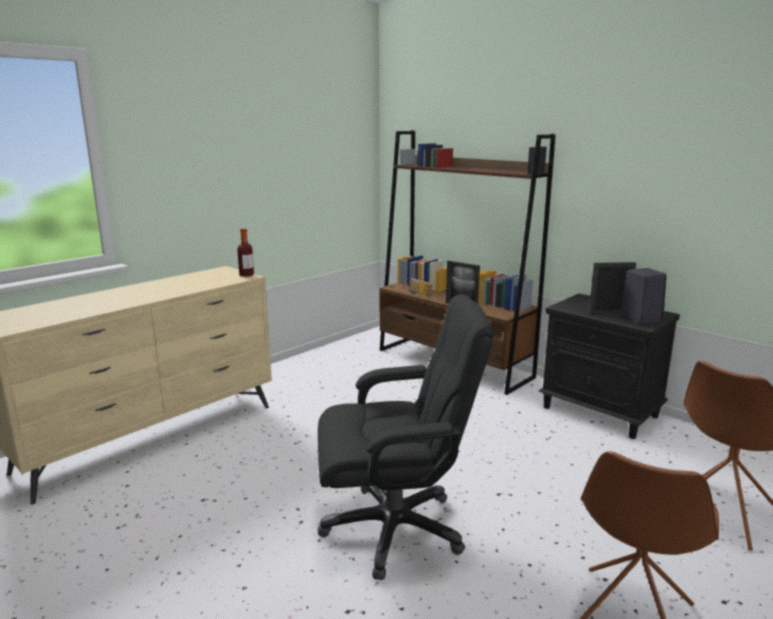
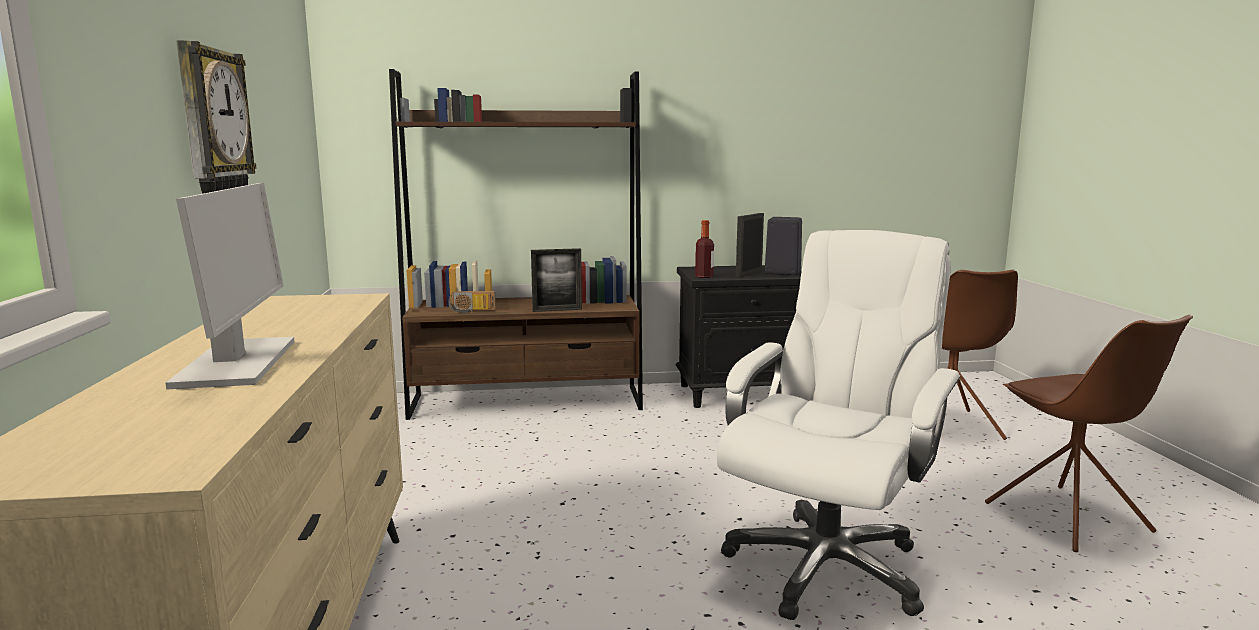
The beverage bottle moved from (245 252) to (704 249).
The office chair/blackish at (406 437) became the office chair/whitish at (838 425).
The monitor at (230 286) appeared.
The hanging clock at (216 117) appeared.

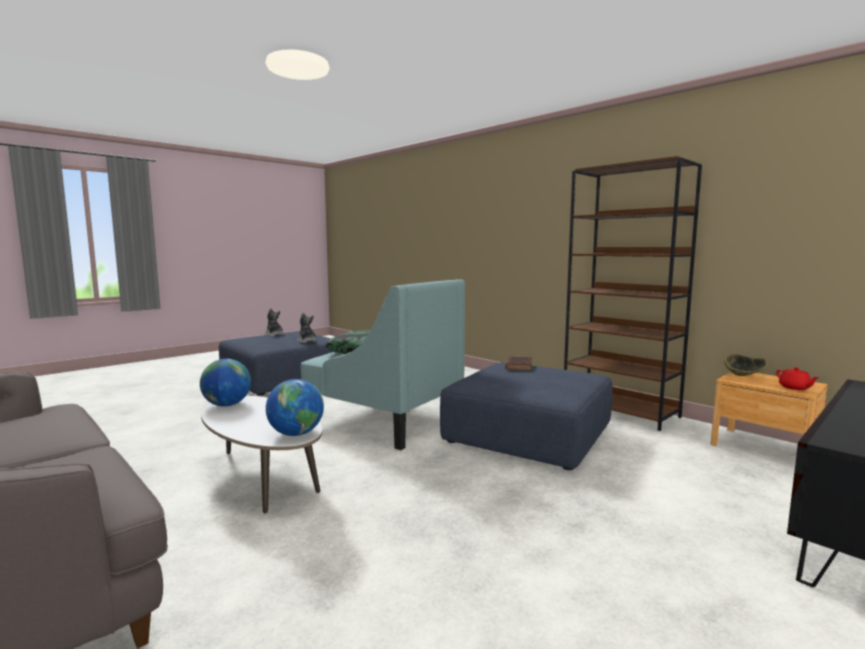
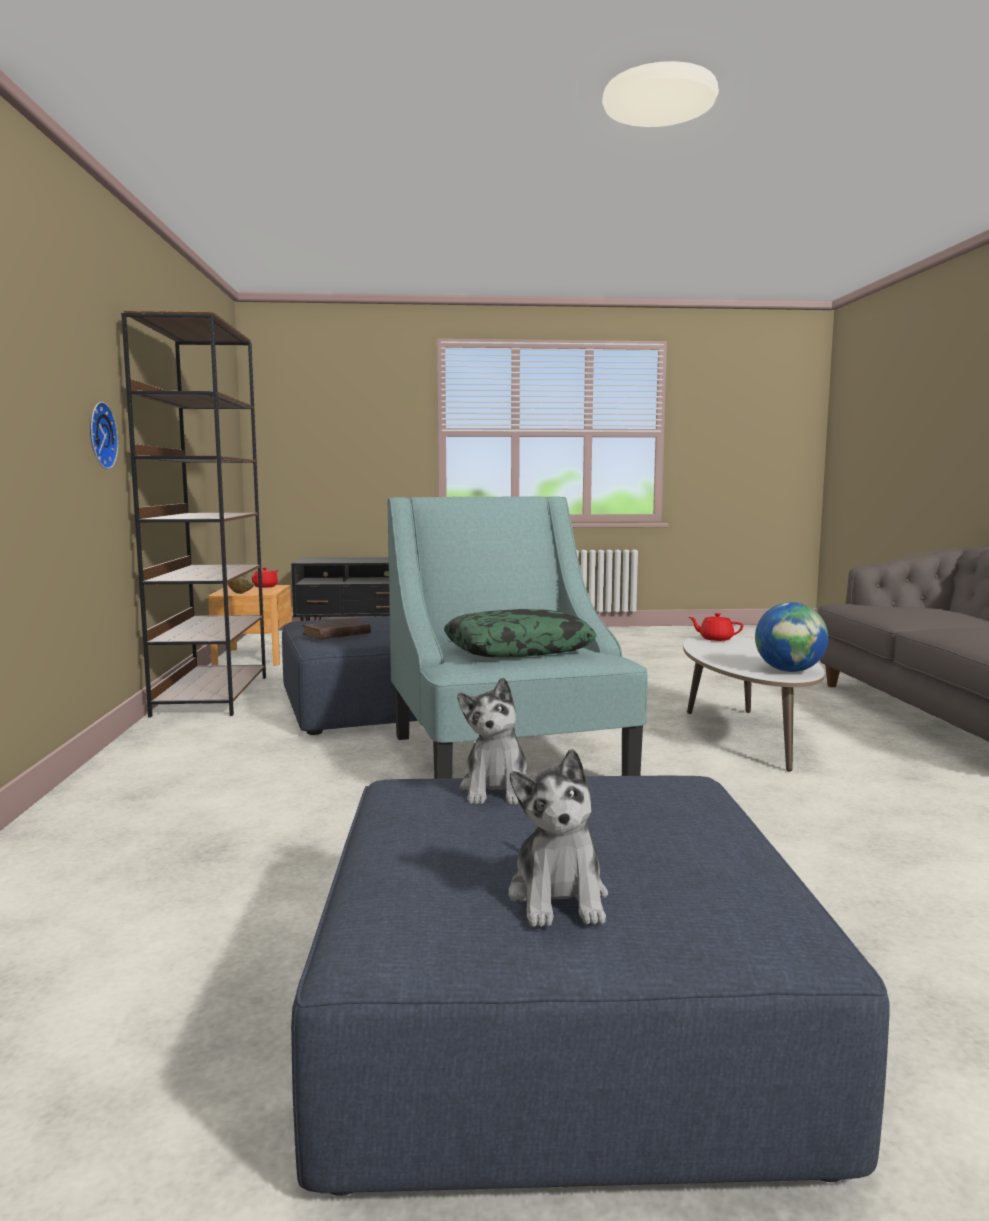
The world globe at (295 407) was replaced by the teapot/reddish at (716 627).
The hanging clock at (104 435) appeared.

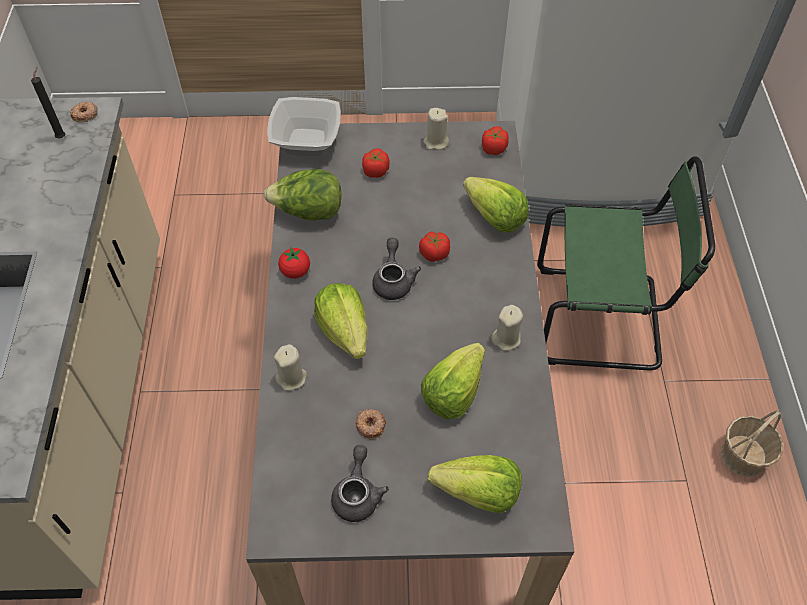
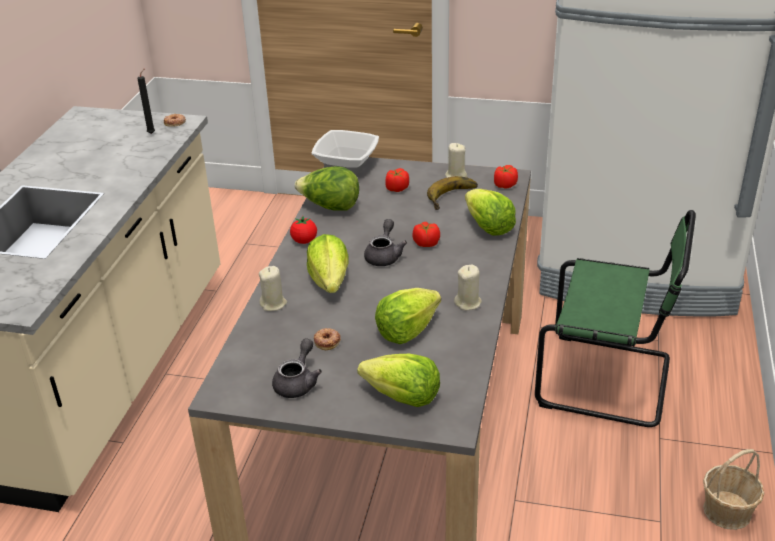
The whole banana at (452 193) appeared.

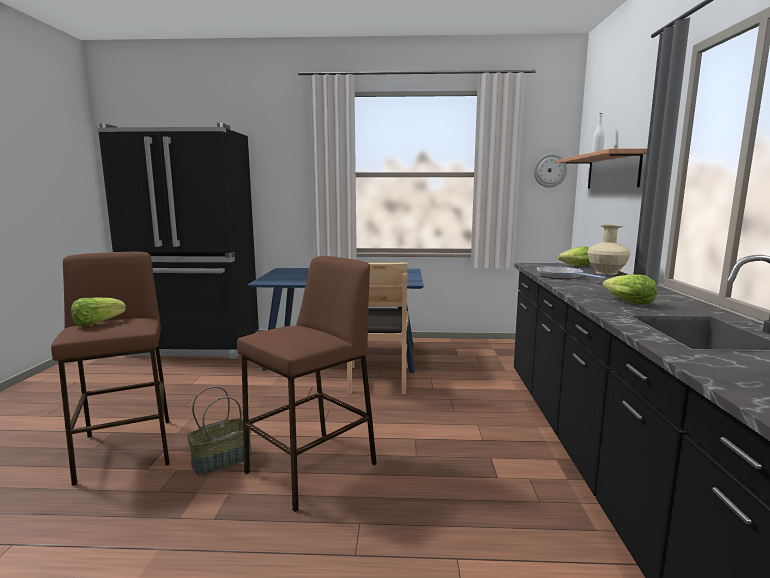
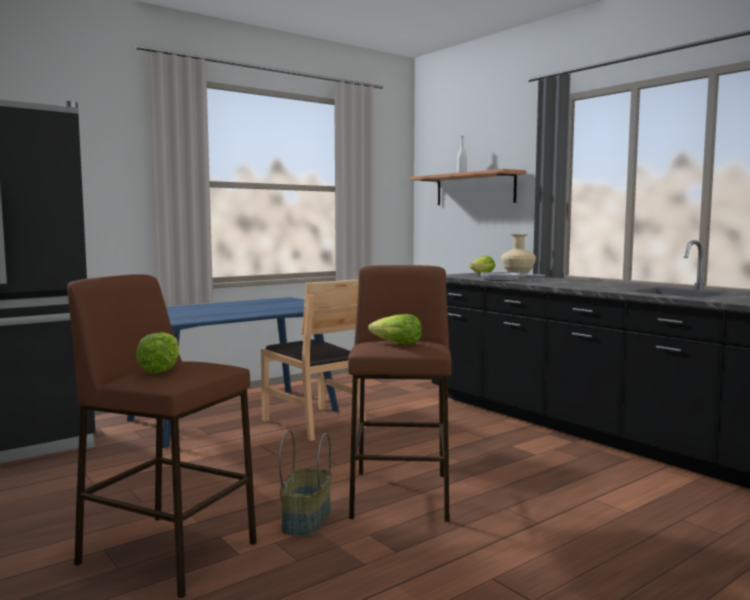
The hanging clock at (550 171) disappeared.
The lettuce moved from (630 289) to (395 329).

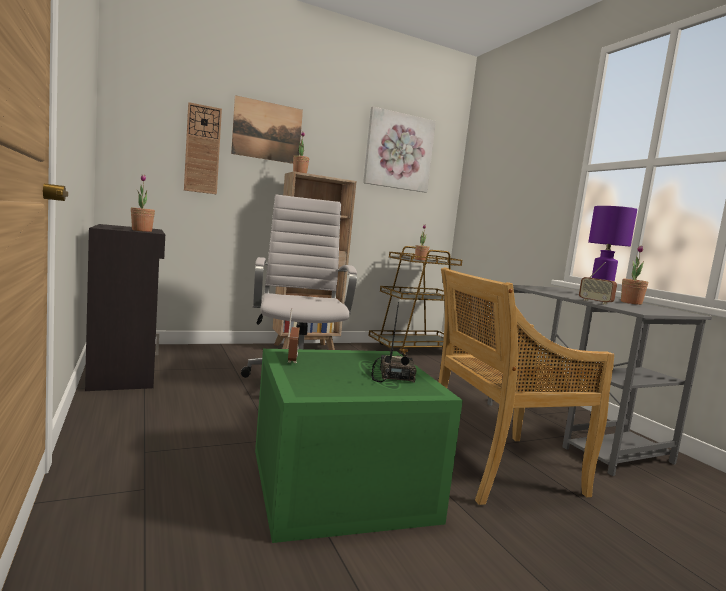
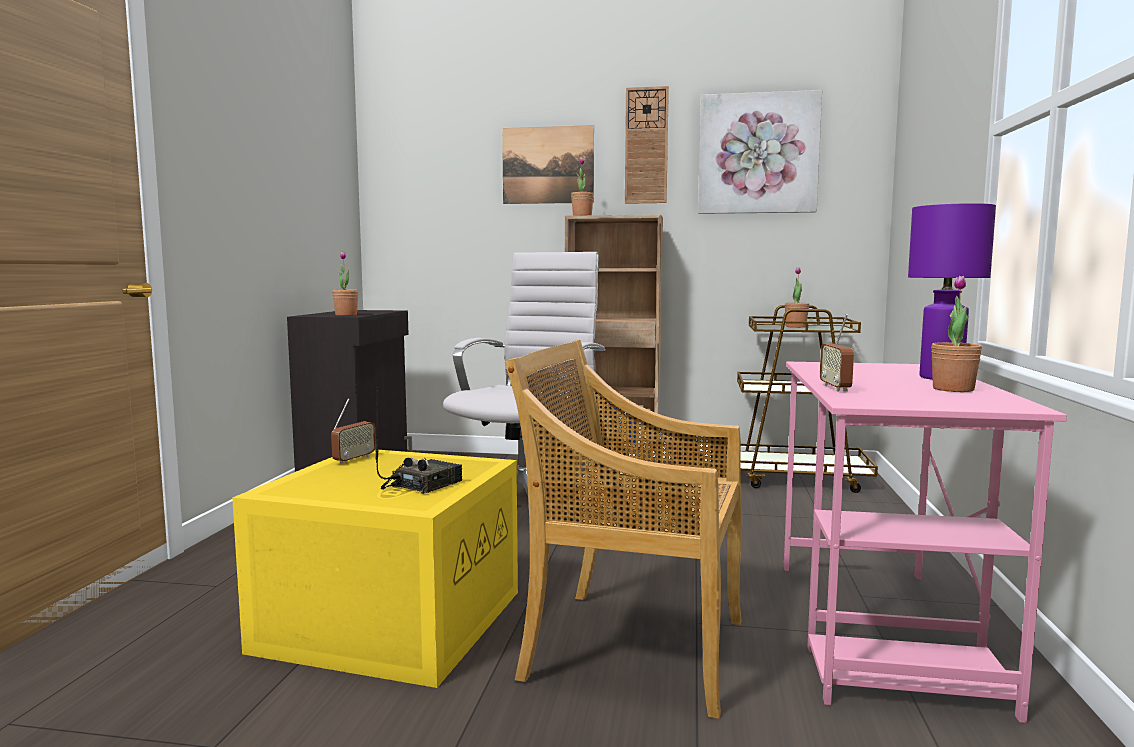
The hanging clock moved from (203 148) to (647 145).
The storage box/green at (359 446) became the storage box/yellowish at (375 568).
The desk table/greyish at (599 380) became the desk table/pinkish at (925 542).

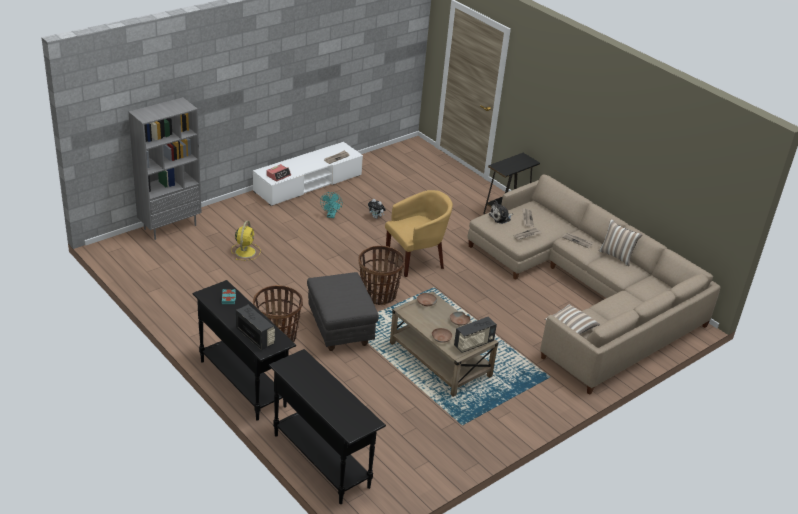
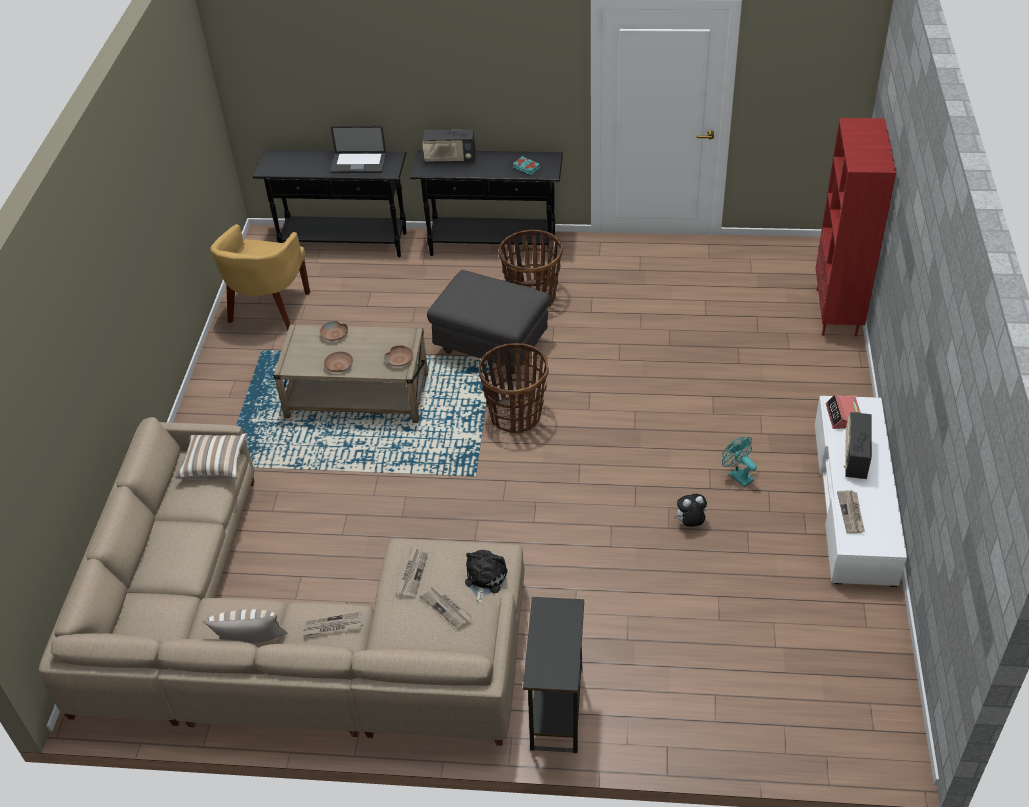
The bookcase/greyish at (165 168) became the bookcase/reddish at (855 227).
The cooling fan/yellowish at (246 240) disappeared.
The easy chair/yellowish moved from (419 233) to (260 277).
The radio set moved from (475 335) to (858 445).
The laptop at (358 149) appeared.

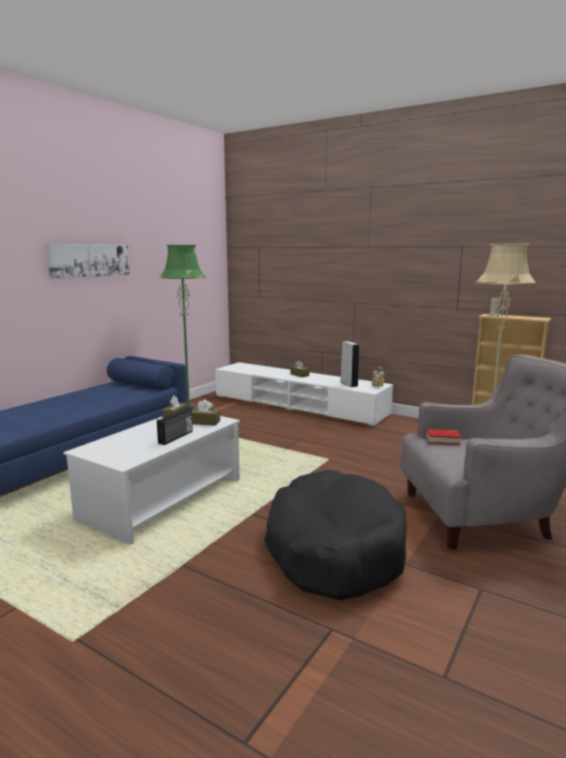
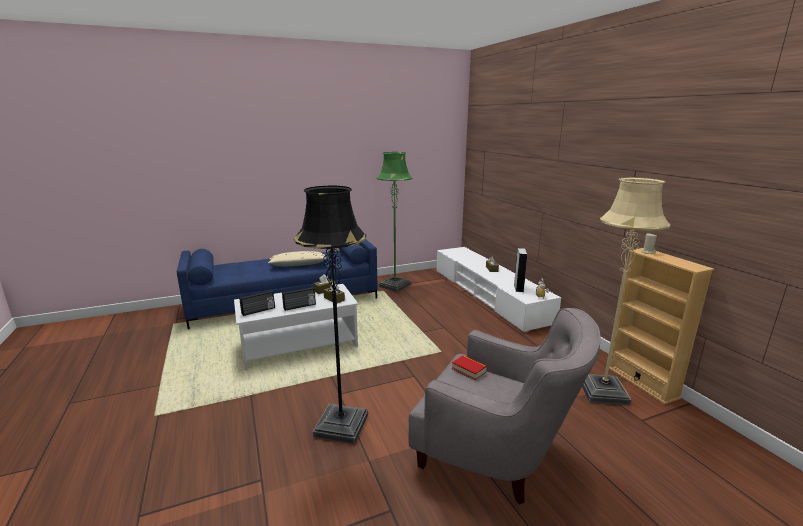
The picture at (88 261) disappeared.
The pet bed/blackish at (335 535) was replaced by the standing lamp/blackish at (331 315).
The radio set at (257 303) appeared.
The cushion/beige at (297 258) appeared.

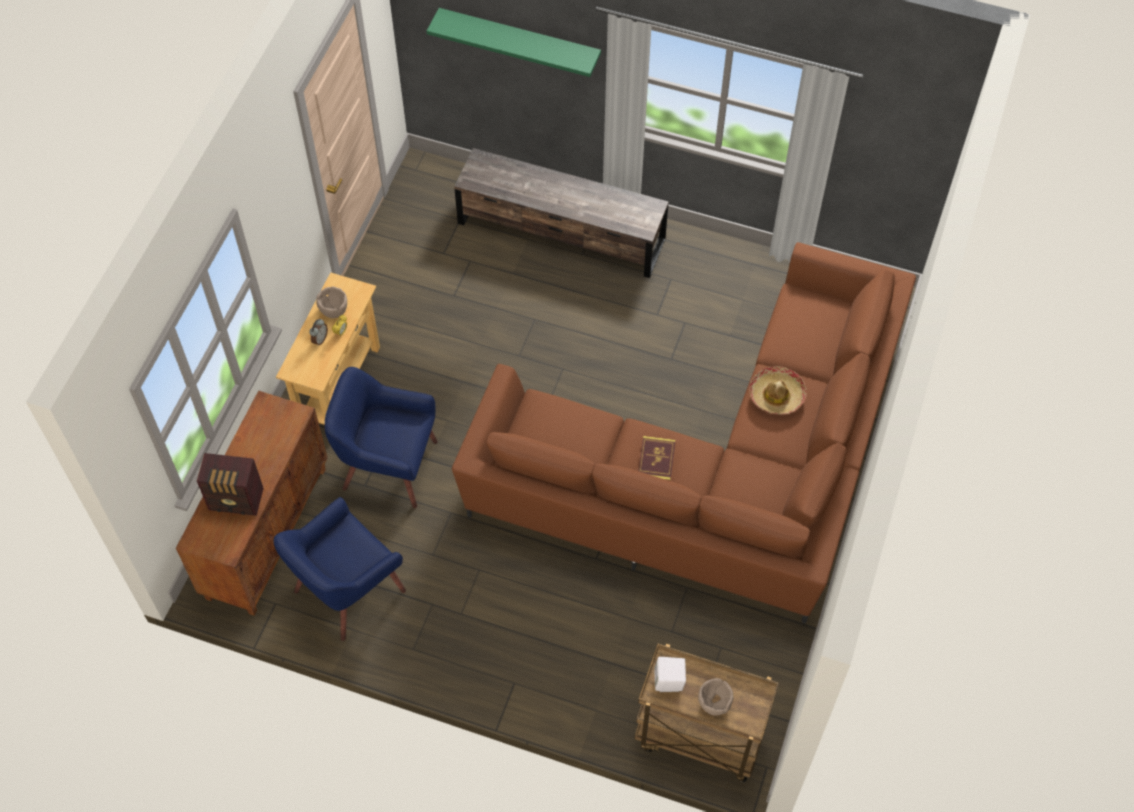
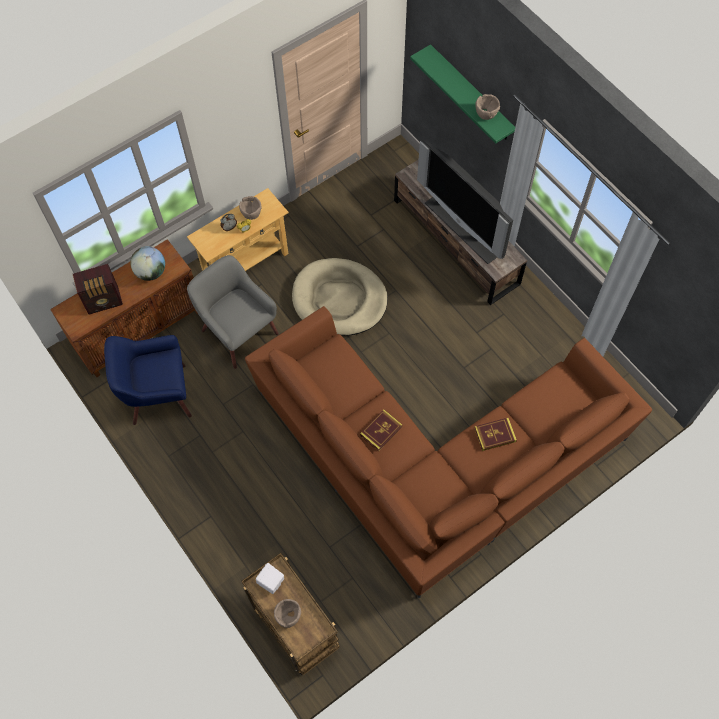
The radio set at (230 484) turned 60 degrees counterclockwise.
The easy chair/blue-coloured at (381 437) became the easy chair/greyish at (233 312).
The hat at (777 390) was replaced by the volume at (495 434).
The world globe at (147 263) appeared.
The pet bed/beige at (340 297) appeared.
The television at (465 200) appeared.
The bowl/brown at (487 107) appeared.

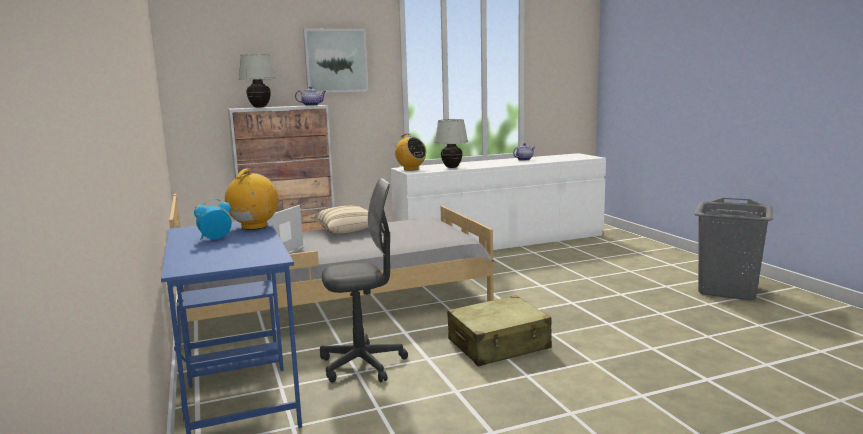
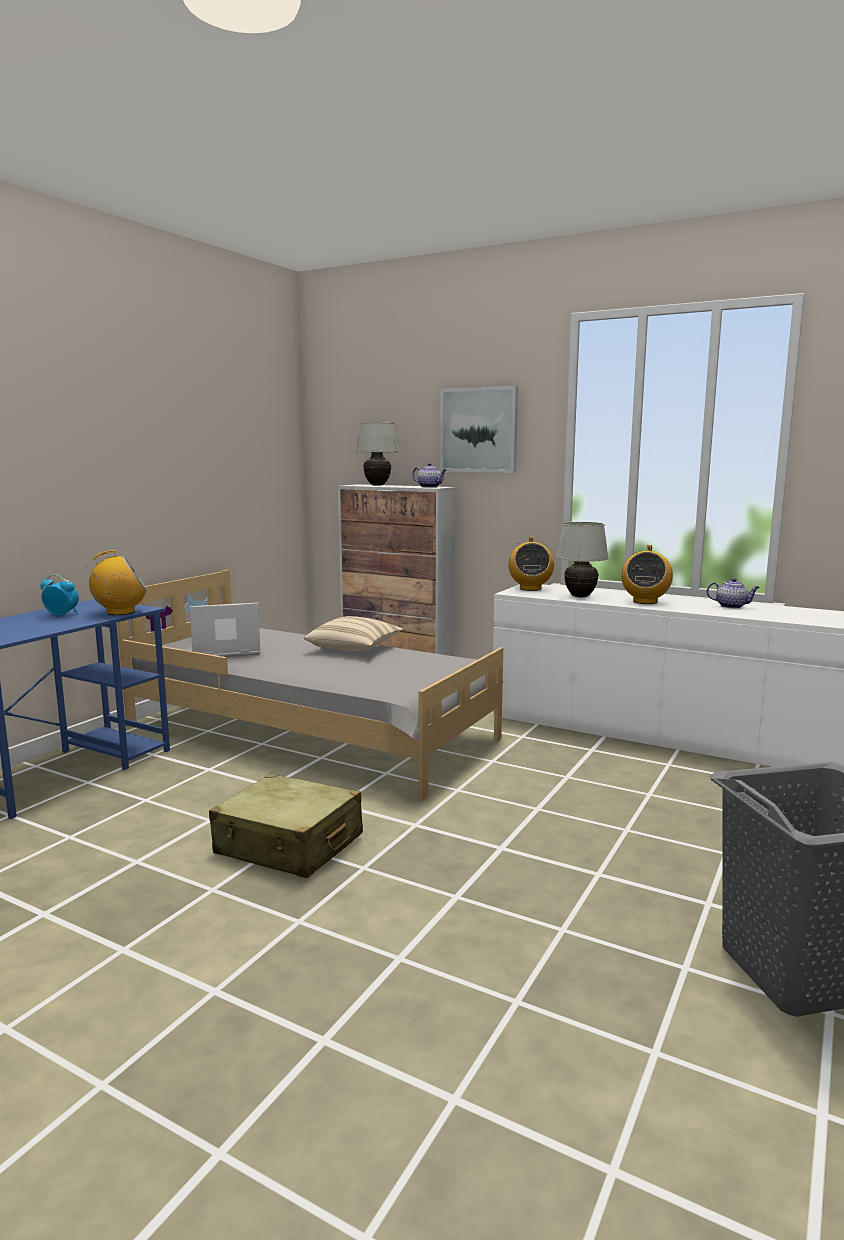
The office chair/greyish at (364 280) disappeared.
The radio set at (647 574) appeared.

